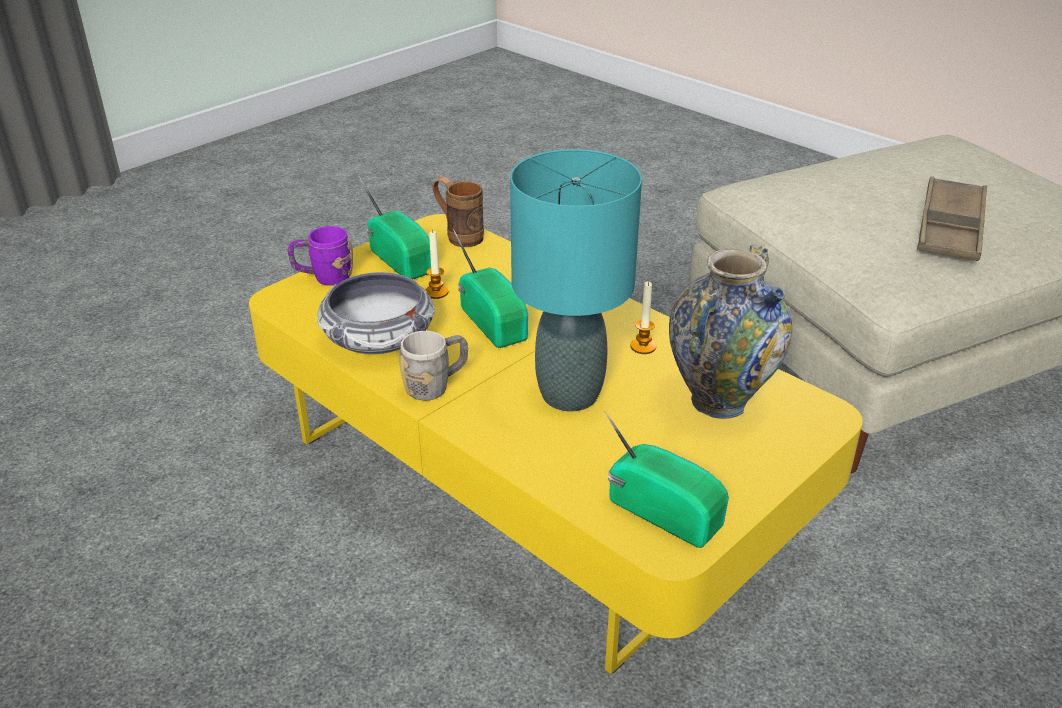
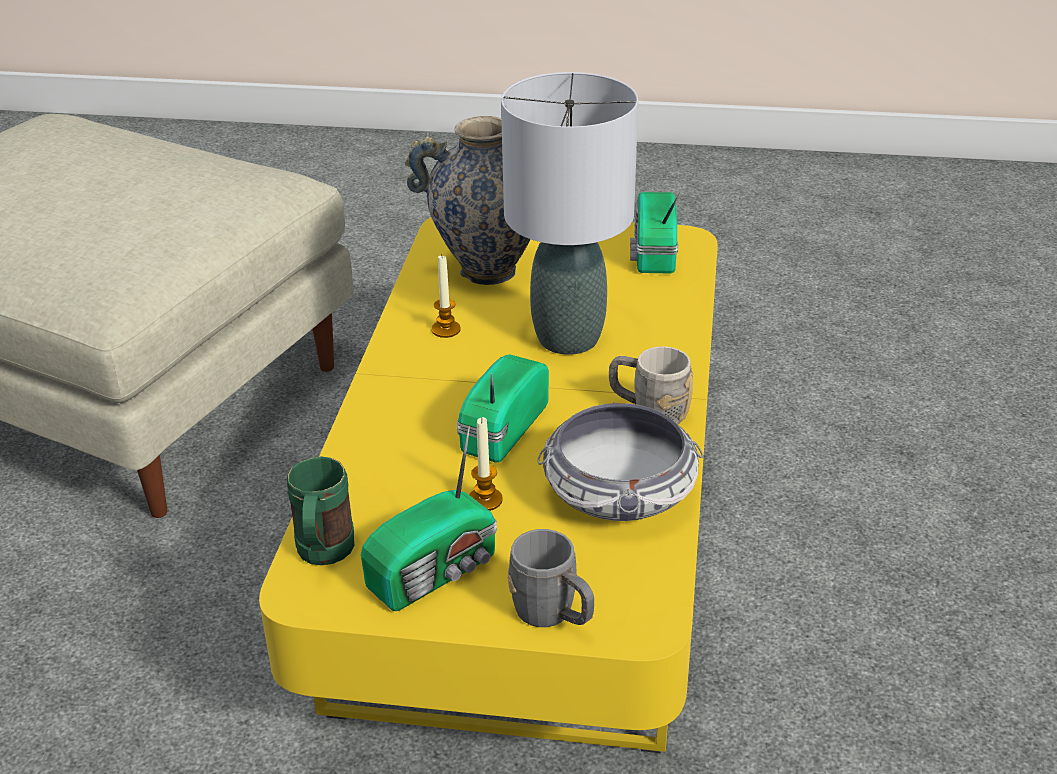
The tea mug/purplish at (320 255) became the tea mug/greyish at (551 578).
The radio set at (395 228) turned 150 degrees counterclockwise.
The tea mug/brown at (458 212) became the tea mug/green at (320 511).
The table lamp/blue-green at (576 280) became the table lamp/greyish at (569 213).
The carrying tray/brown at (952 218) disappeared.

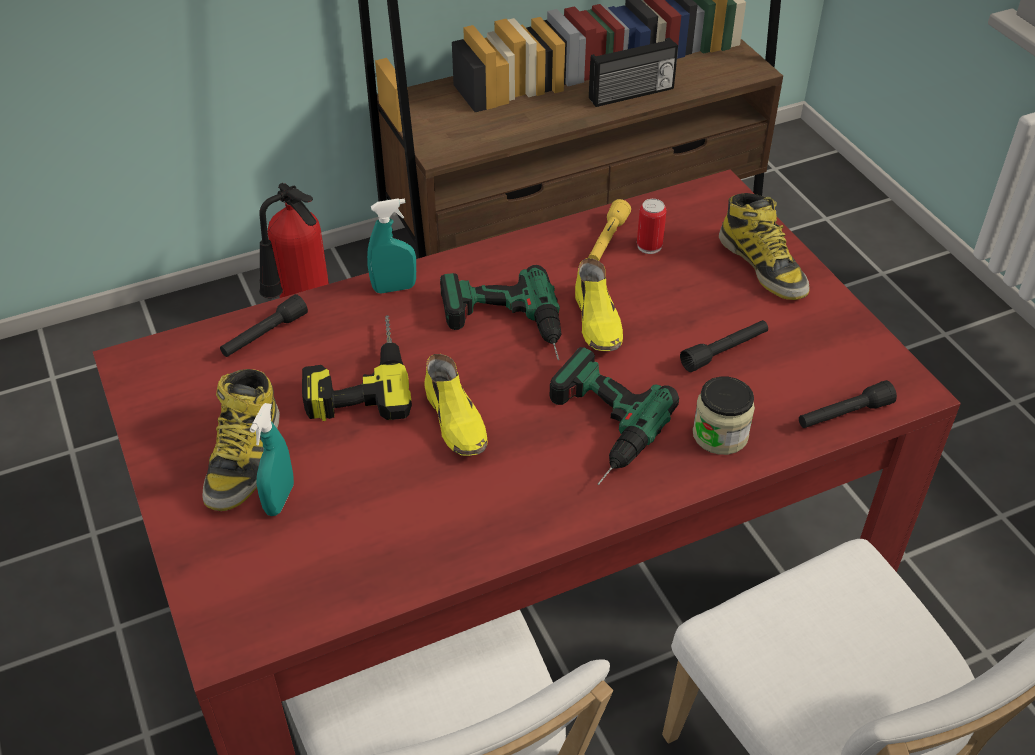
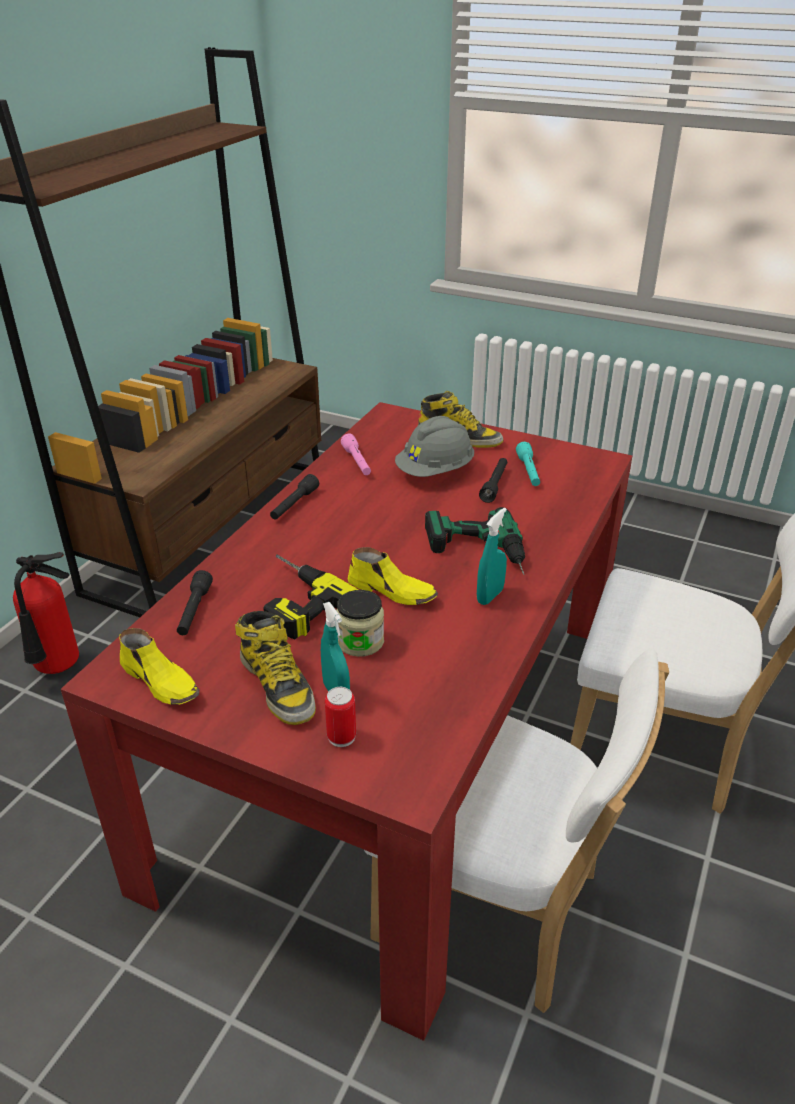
The spray bottle/blue-green moved from (391 245) to (492 556).
The drill at (500 312) disappeared.
The item of footwear/yellowish moved from (599 304) to (159 666).
The hand torch/yellowish at (609 230) became the hand torch/pinkish at (356 454).
The radio set at (633 72) disappeared.
The metal can moved from (651 226) to (340 717).
The storage jar moved from (724 416) to (360 623).
The hand torch/blackish moved from (848 404) to (294 497).
The hard hat/greyish at (434 446) appeared.
The hand torch/blue-green at (528 464) appeared.

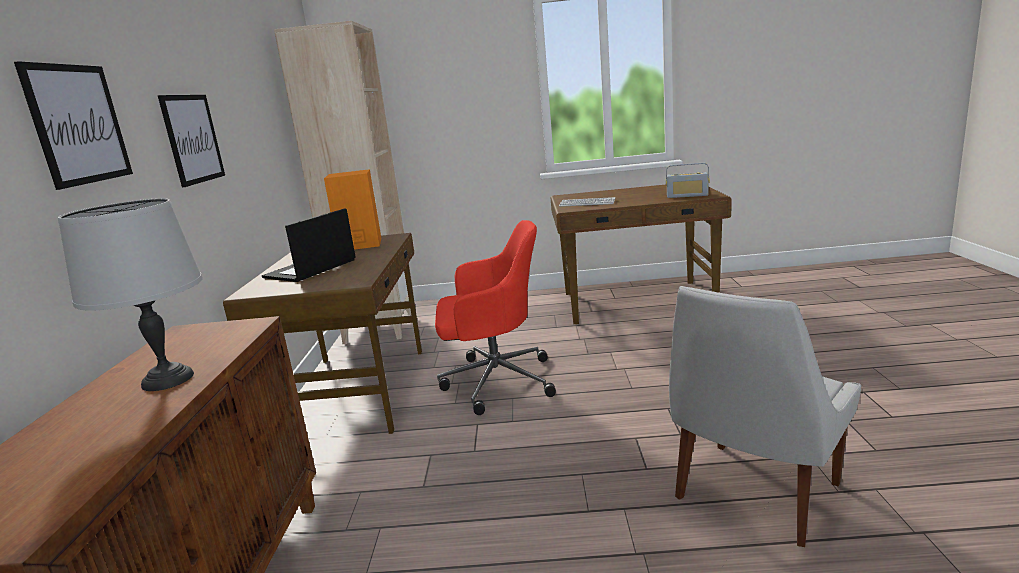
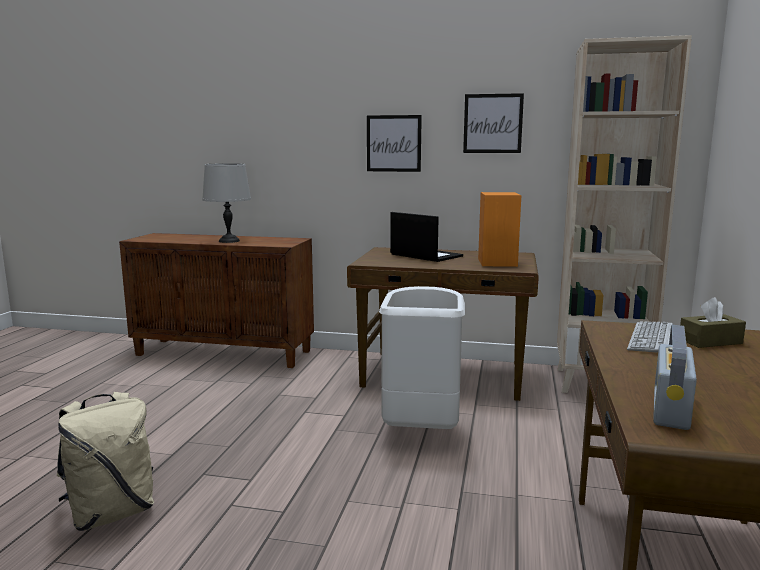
The picture moved from (73 125) to (493 123).
The office chair/reddish at (495 317) was replaced by the trash can/whitish at (422 357).
The plain chair/whitish at (765 416) was replaced by the knapsack/beige at (105 461).
The box of tissues/brown at (713 322) appeared.

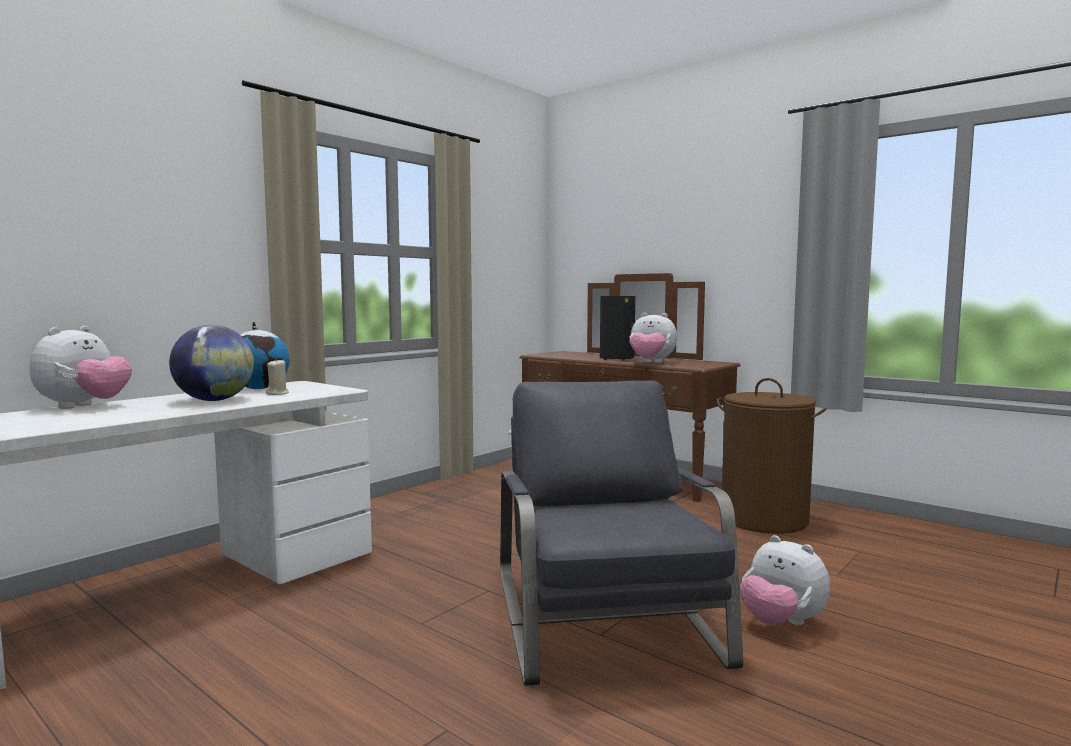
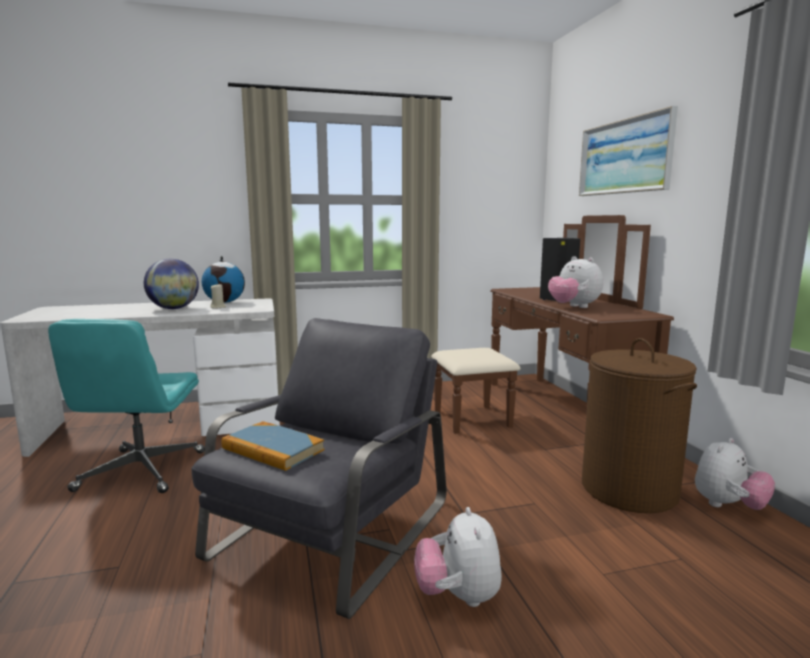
The cuddly toy moved from (81 367) to (735 474).
The office chair/blue-green at (126 406) appeared.
The volume at (272 446) appeared.
The picture at (628 151) appeared.

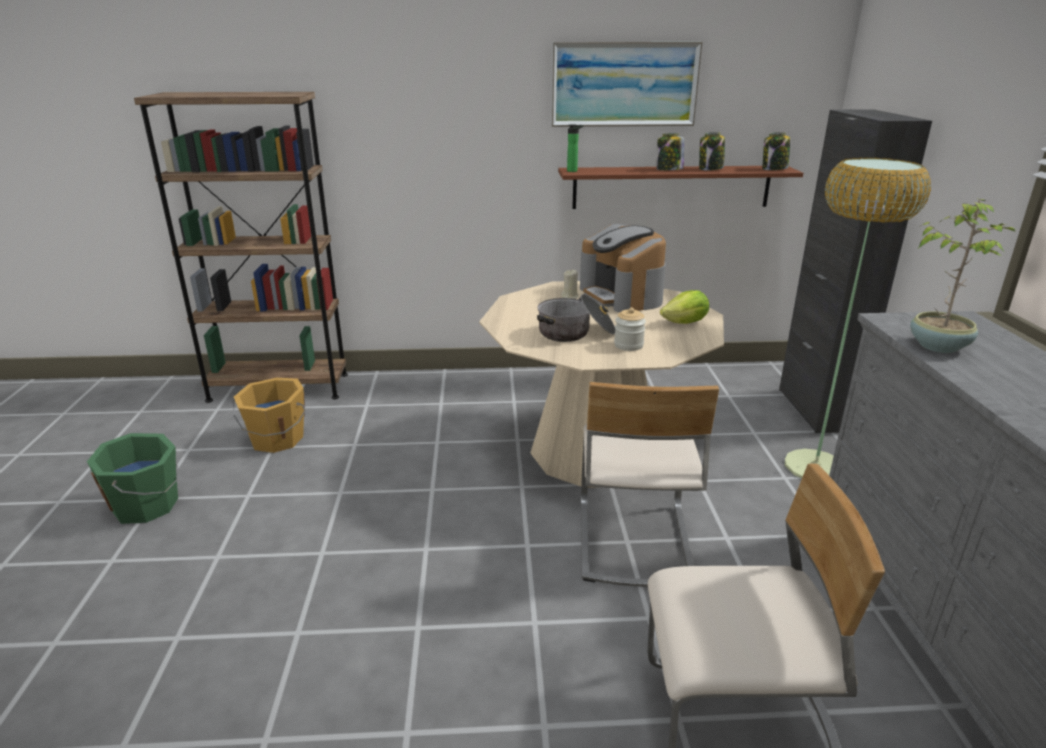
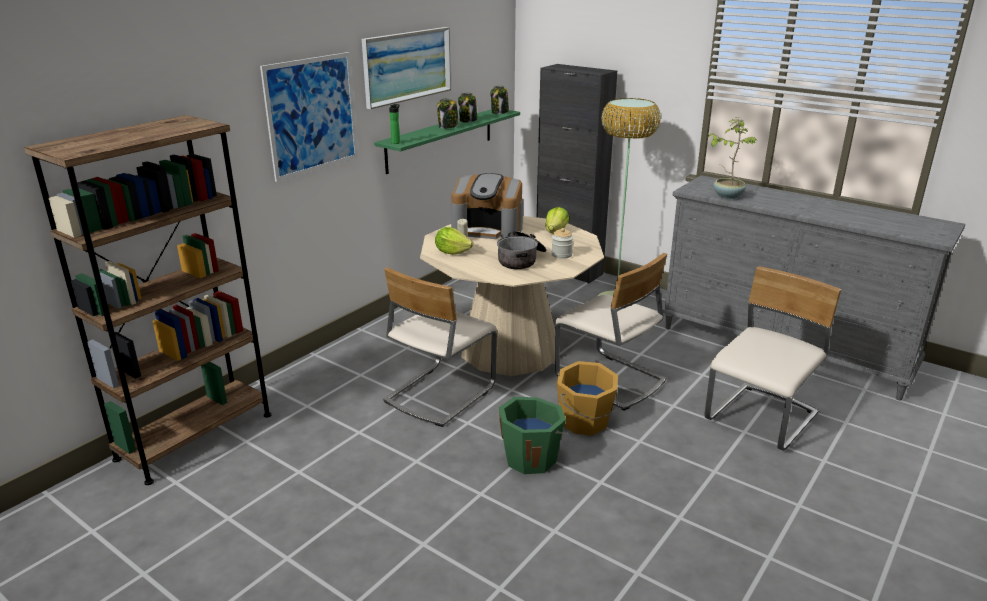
The pail/green moved from (132 478) to (534 435).
The pail/orange-coloured moved from (269 415) to (587 398).
The wall shelf/brown at (680 187) became the wall shelf/green at (447 141).
The picture at (309 117) appeared.
The plain chair/beige at (440 347) appeared.
The lettuce at (454 241) appeared.

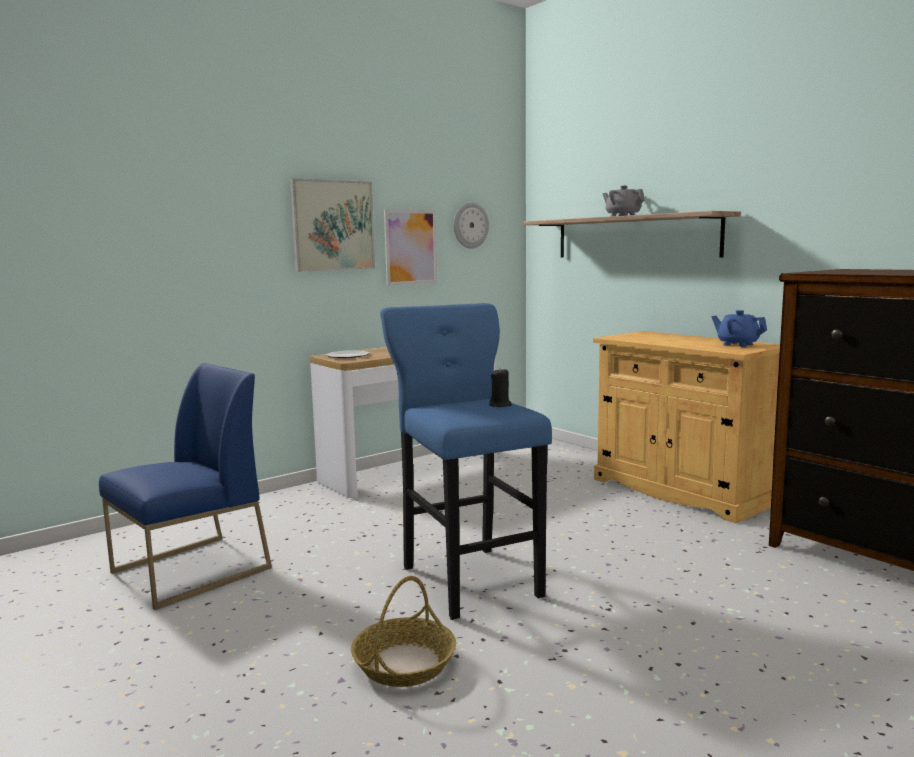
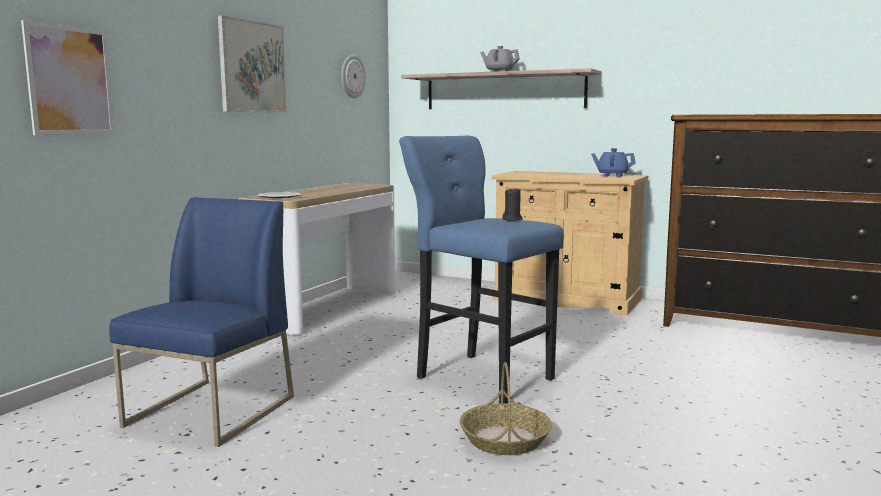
The picture moved from (410 247) to (68 77).

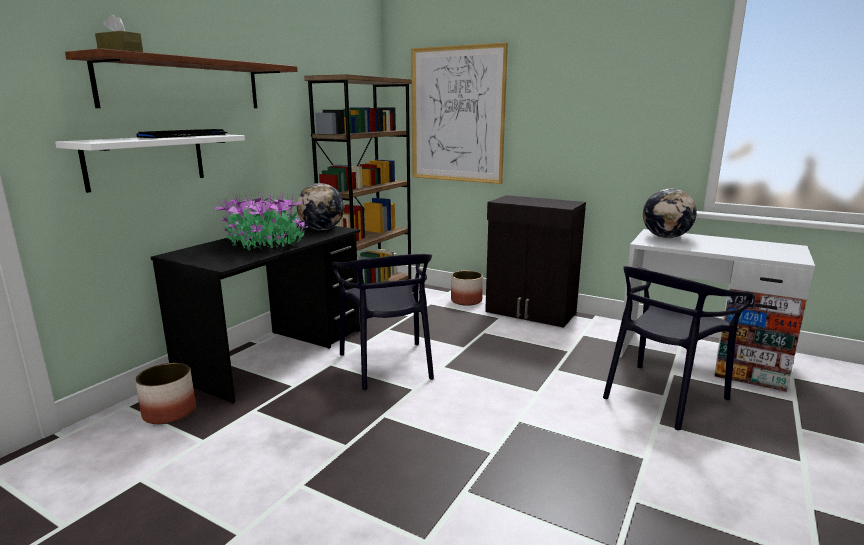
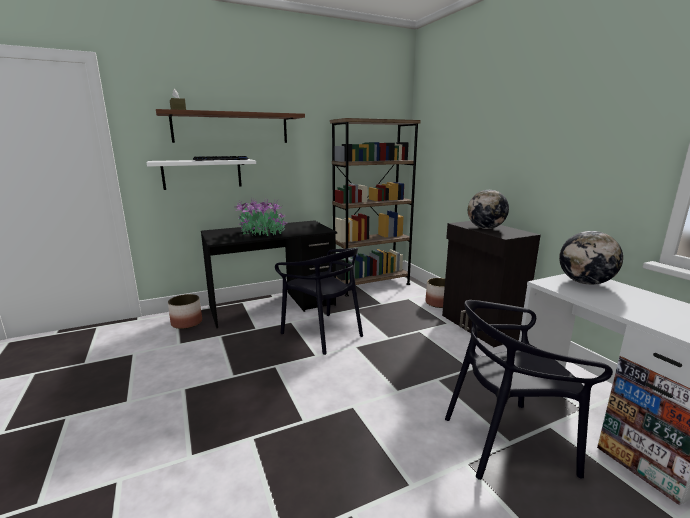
The world globe moved from (320 206) to (488 209).
The plain chair/blackish at (383 322) turned 60 degrees counterclockwise.
The picture at (459 113) disappeared.

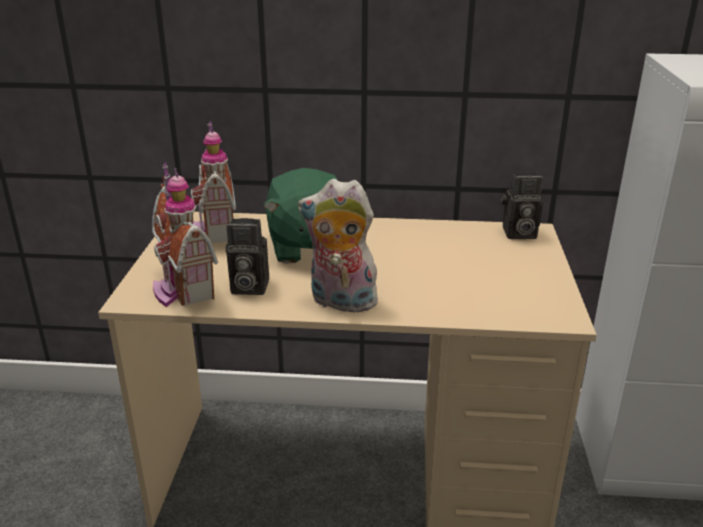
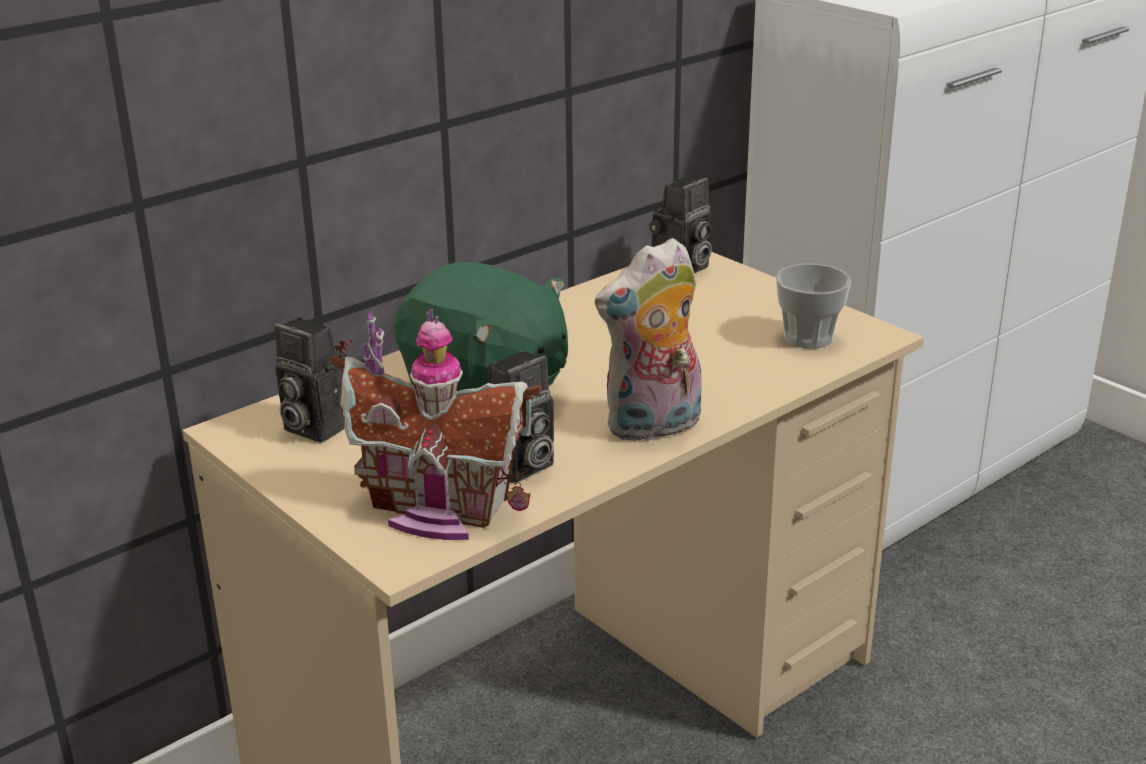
The miniature house at (213 182) was replaced by the photo camera at (310 380).
The cup at (813 306) appeared.

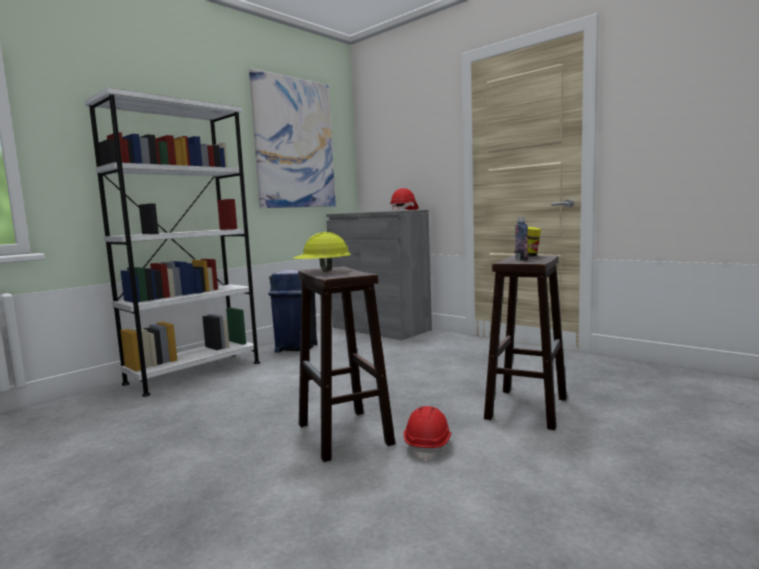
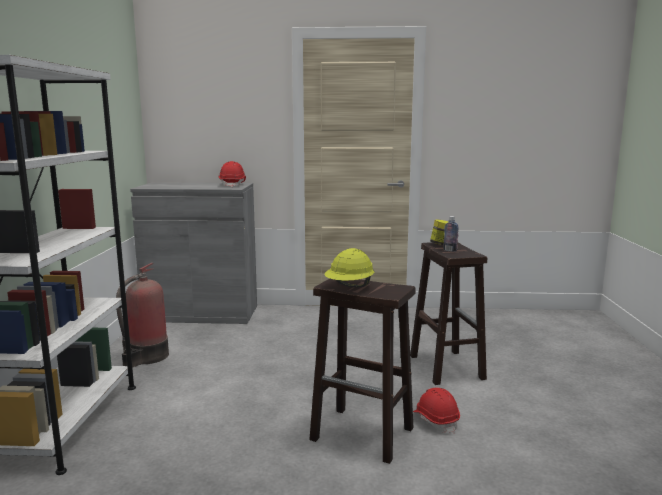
The picture at (292 138) disappeared.
The trash can/blue-coloured at (293 311) was replaced by the fire extinguisher at (142 315).

